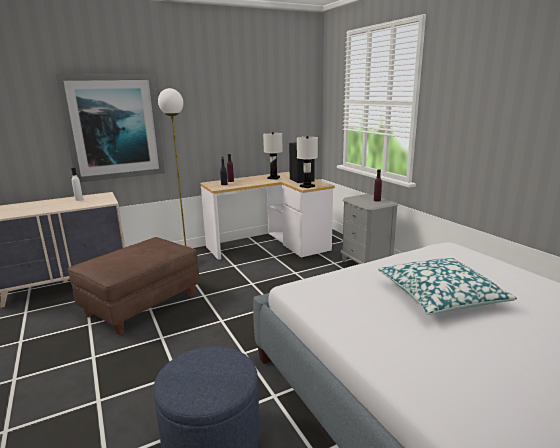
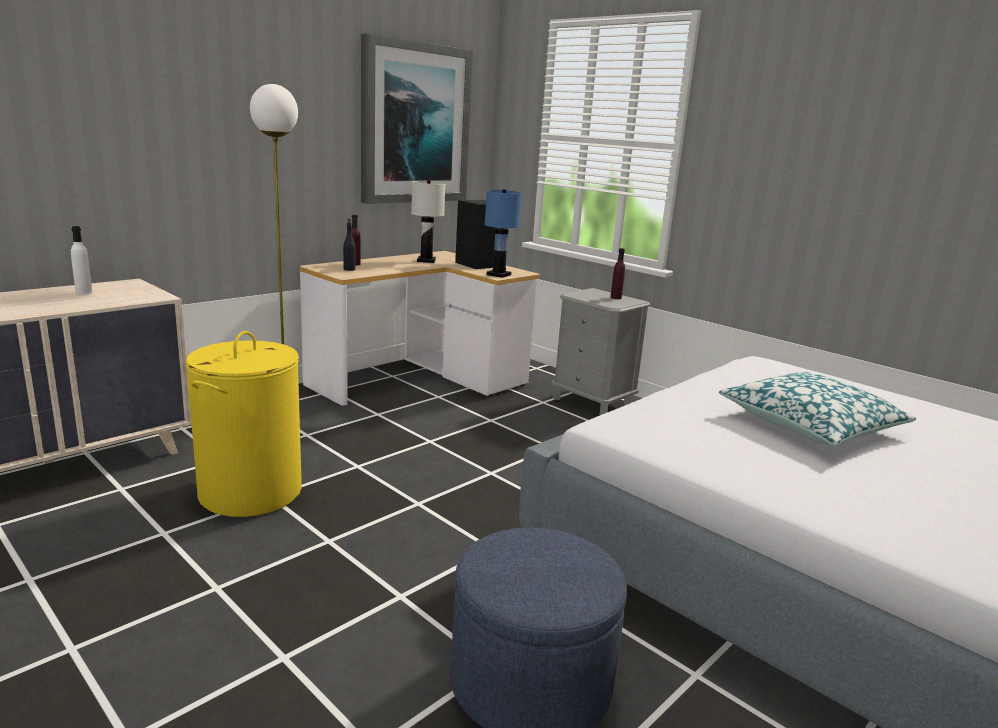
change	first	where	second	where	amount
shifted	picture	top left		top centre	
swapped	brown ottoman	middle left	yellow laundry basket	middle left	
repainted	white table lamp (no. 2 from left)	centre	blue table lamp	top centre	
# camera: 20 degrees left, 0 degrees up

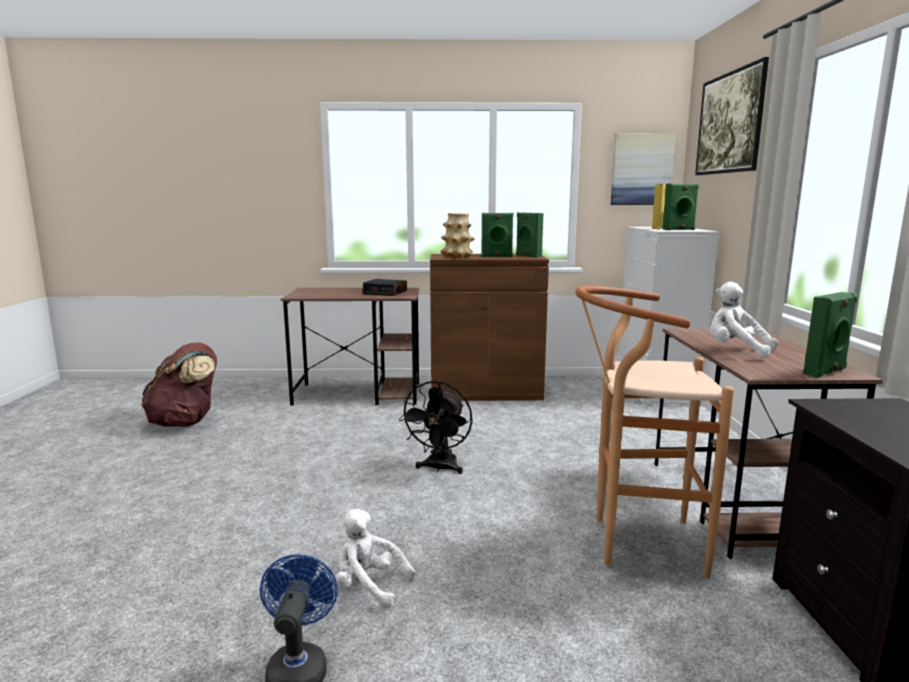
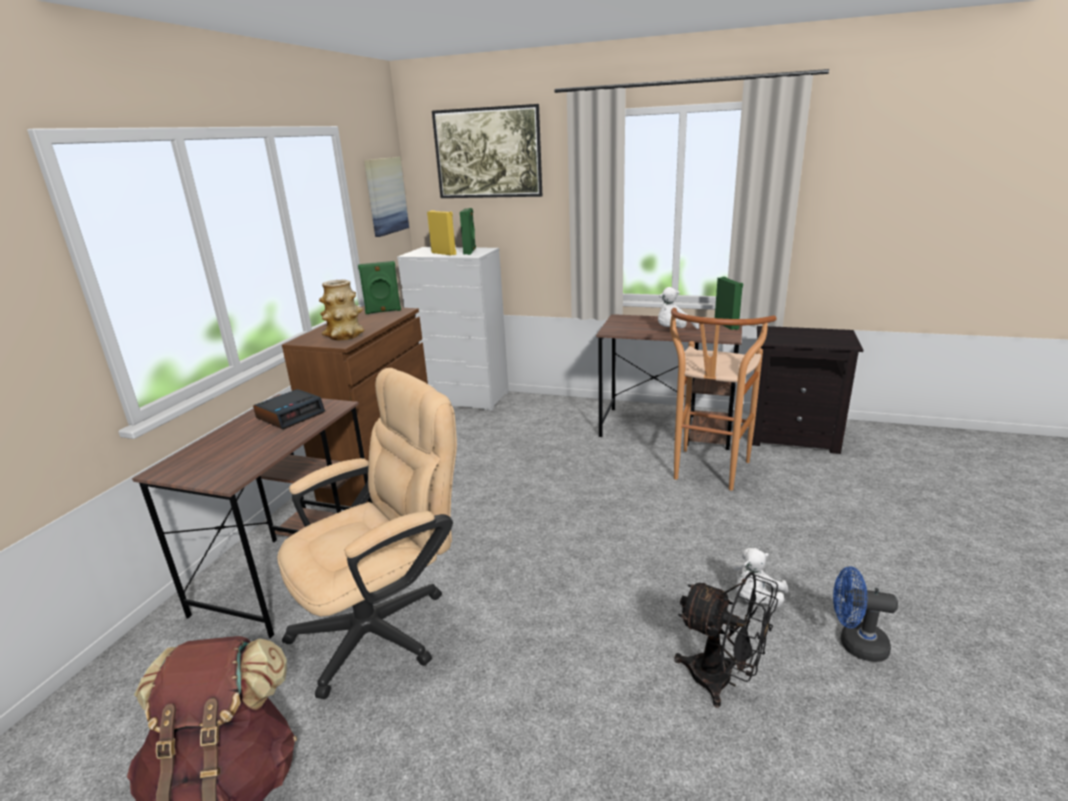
change	first	where	second	where	amount
shifted	black fan	centre		bottom right	
gone	green speaker (no. 1 from left)	centre			
new			beige office chair	centre	
# camera: 70 degrees left, 10 degrees up

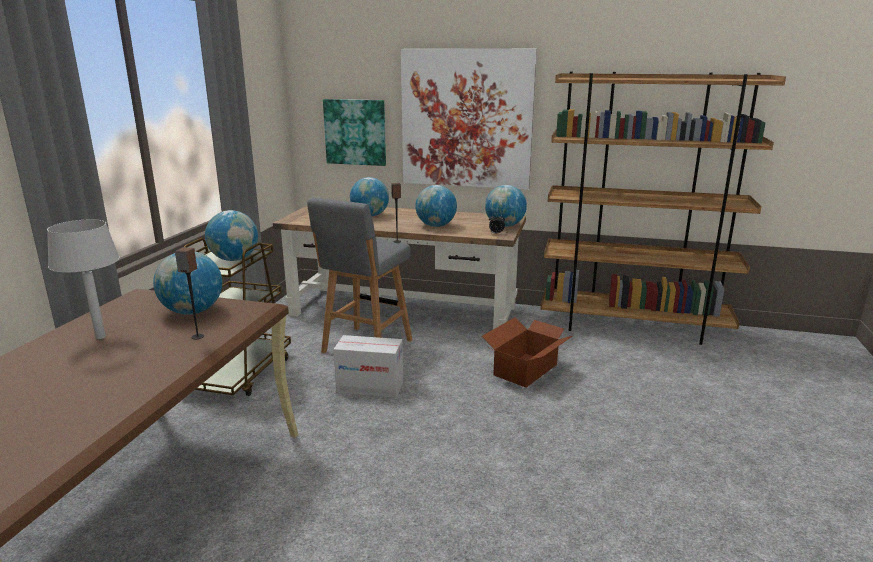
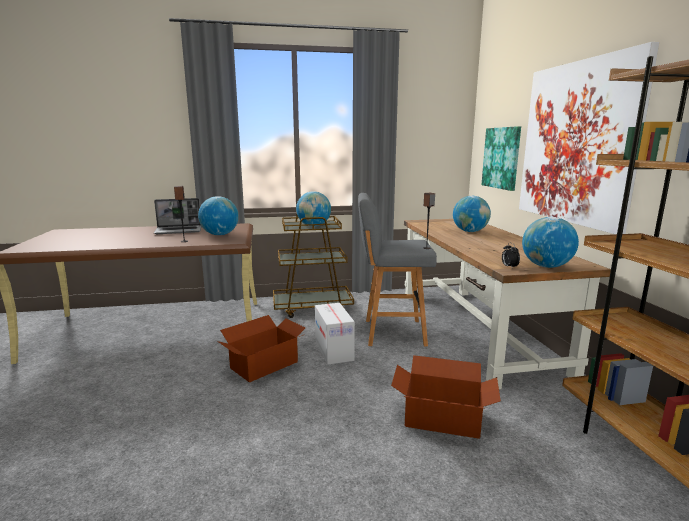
change	first	where	second	where	amount
swapped	grey table lamp	middle left	laptop	middle left	
gone	globe (no. 4 from left)	centre			
new			cardboard box (no. 1 from left)	bottom centre	
# camera: 65 degrees right, 5 degrees down

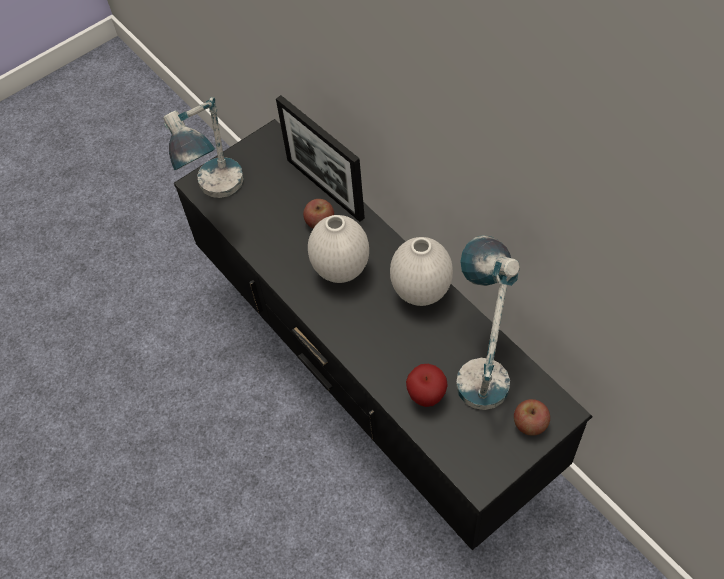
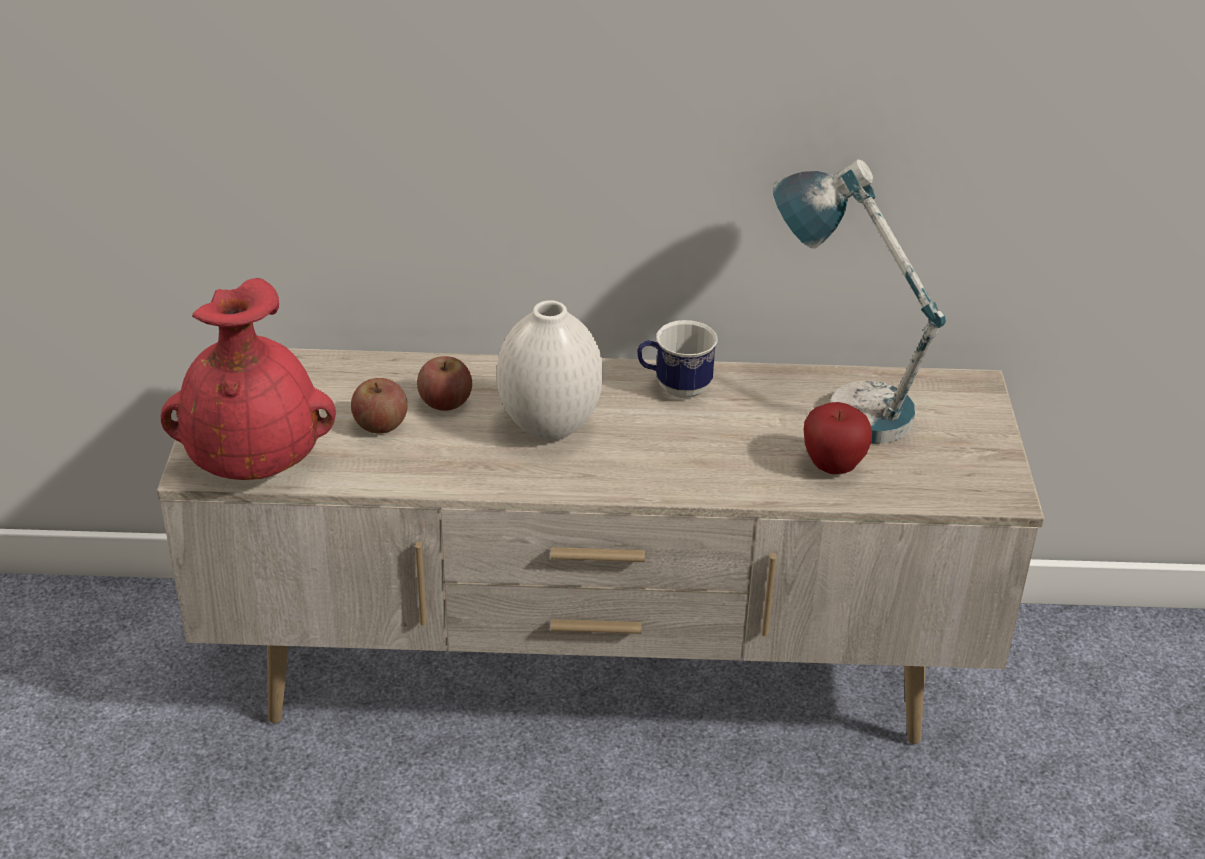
change	first	where	second	where	amount
swapped	table lamp (no. 1 from left)	top left	red vase	middle left	
repainted	black tv stand	centre	beige tv stand	centre	
gone	picture frame	top centre			
swapped	white vase (no. 2 from left)	centre	mug	centre	
shifted	apple (no. 3 from left in the first image)	bottom right	apple (no. 1 from left)	middle left	
# camera: 55 degrees left, 20 degrees down

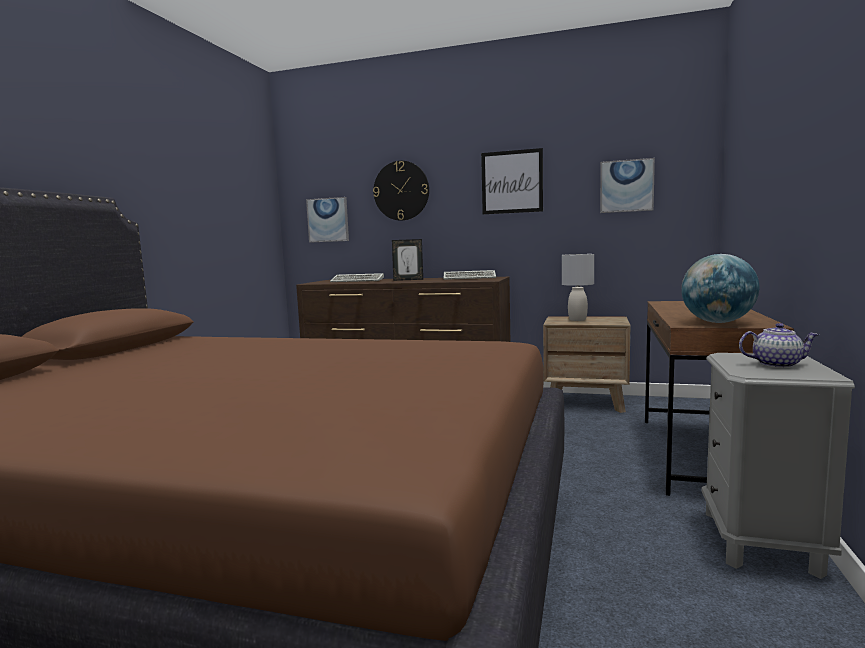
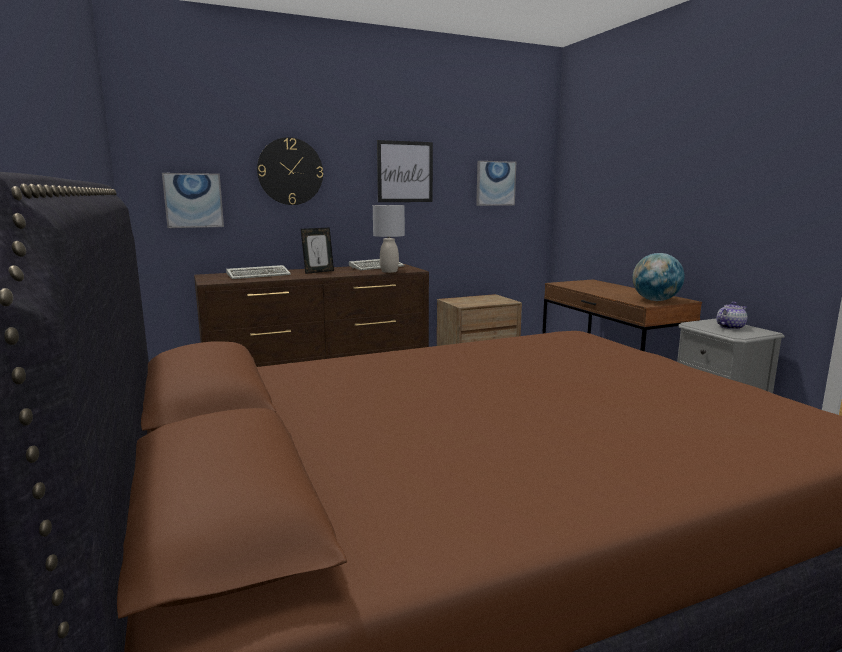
change	first	where	second	where	amount
shifted	grey table lamp	middle right		centre	
# camera: 40 degrees left, 5 degrees up

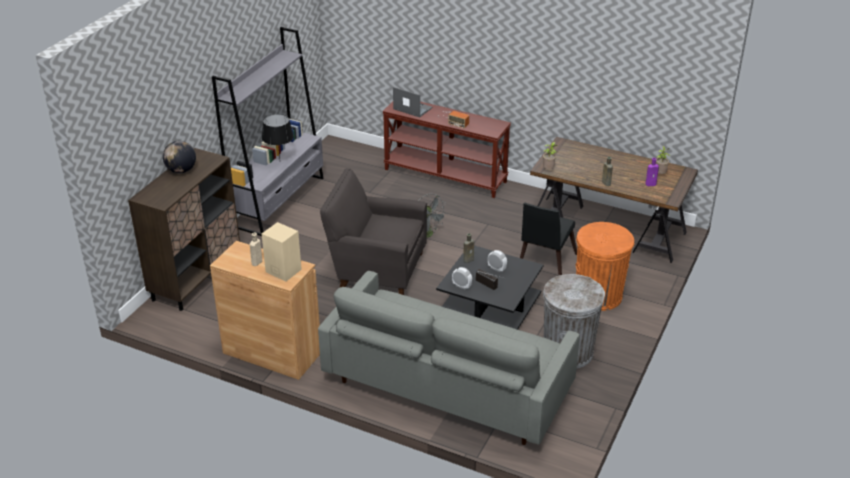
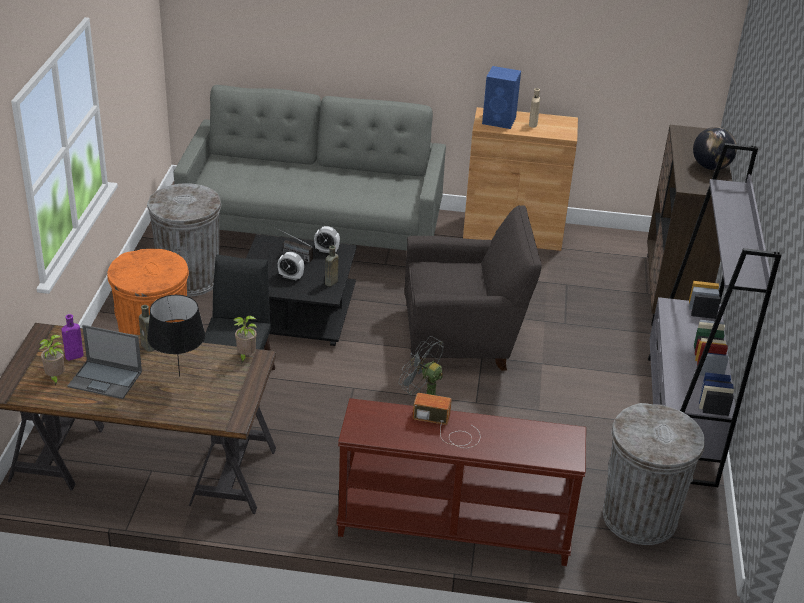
change	first	where	second	where	amount
repainted	beige speaker	middle left	blue speaker	top centre	
shifted	black table lamp	top left		middle left	
shifted	laptop	top centre		middle left	
new			grey trash can (no. 2 from left)	bottom right	
# camera: 160 degrees right, 0 degrees up

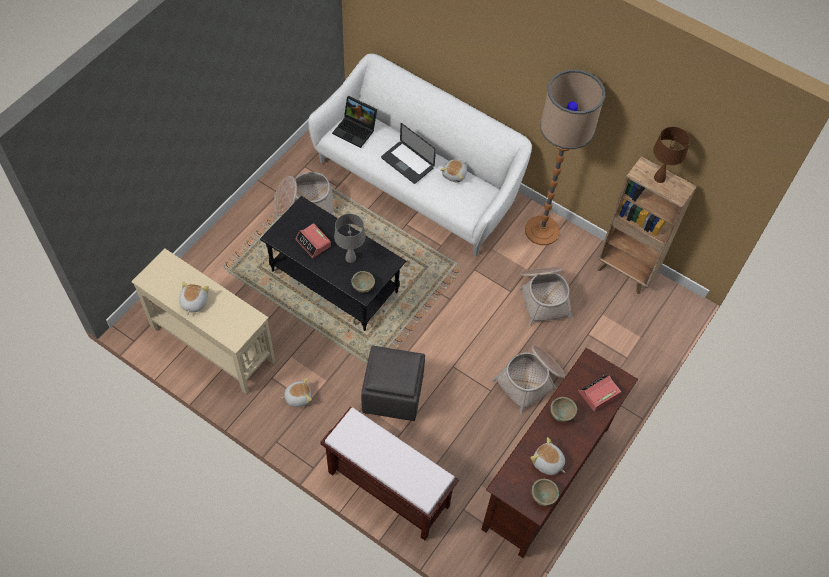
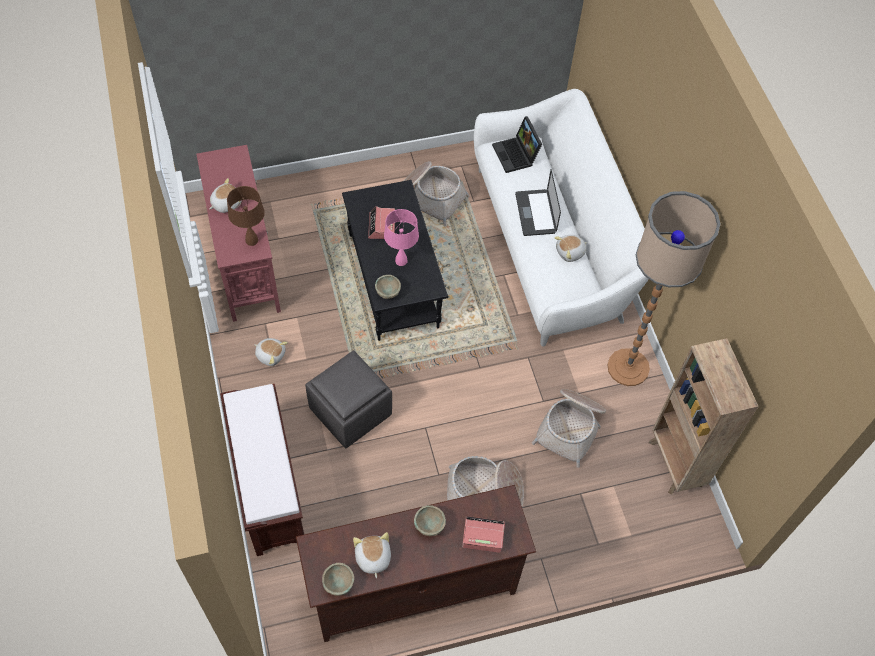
change	first	where	second	where	amount
repainted	beige console table	middle left	red console table	middle left	
repainted	grey table lamp	centre	pink table lamp	centre	
shifted	brown table lamp	top right		top left	
# camera: 40 degrees right, 0 degrees up

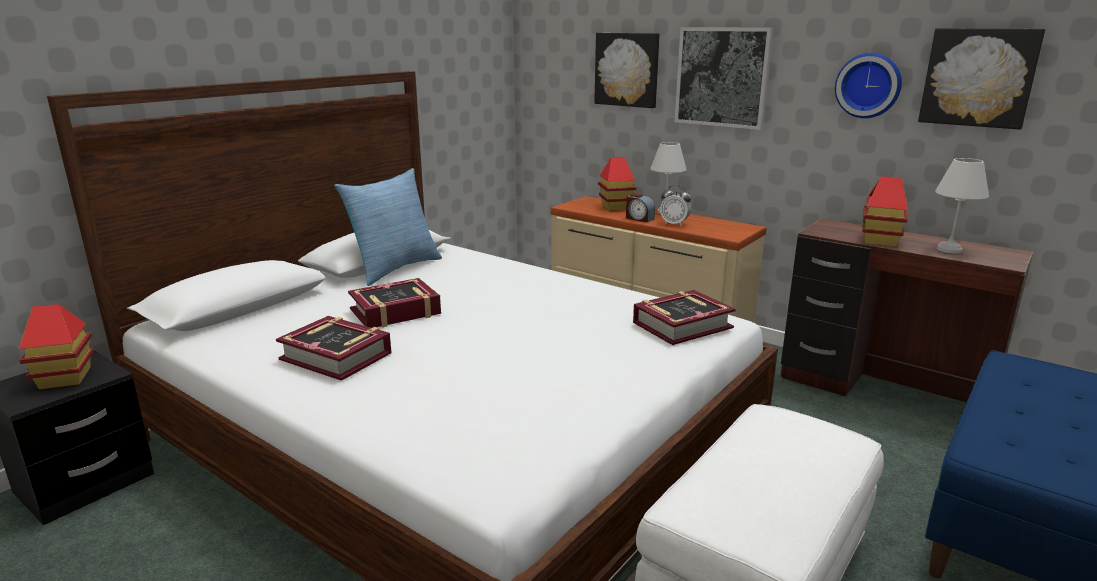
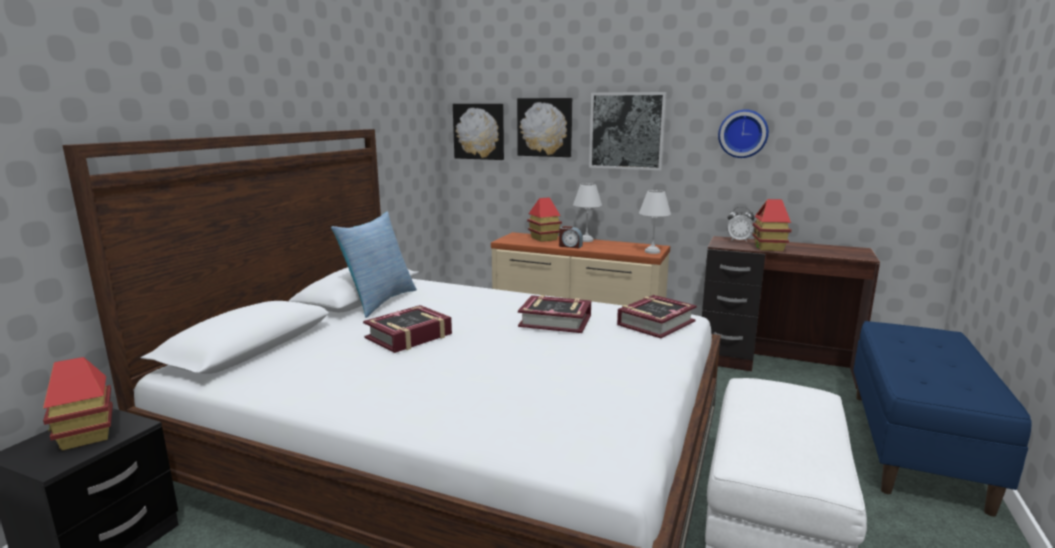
change	first	where	second	where	amount
shifted	book (no. 1 from left in the first image)	middle left	book (no. 2 from left)	centre	
shifted	alarm clock (no. 2 from left)	centre		middle right	
shifted	picture (no. 3 from left in the first image)	top right	picture (no. 1 from left)	top centre	
shifted	white table lamp (no. 2 from left)	middle right		centre	
# camera: 15 degrees left, 5 degrees down

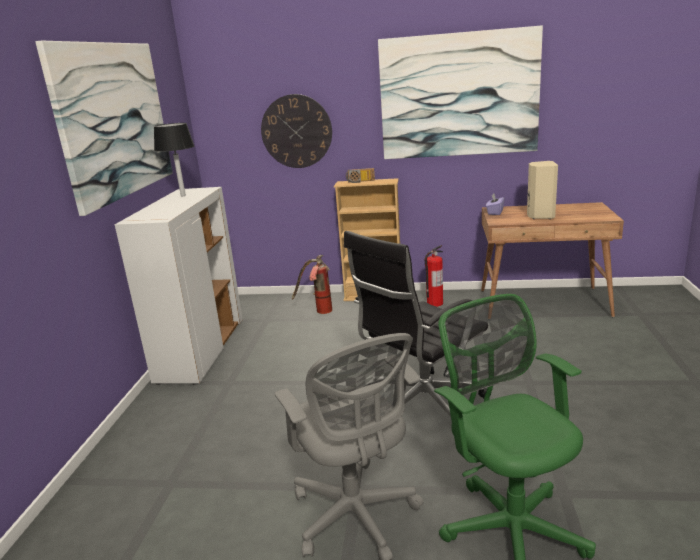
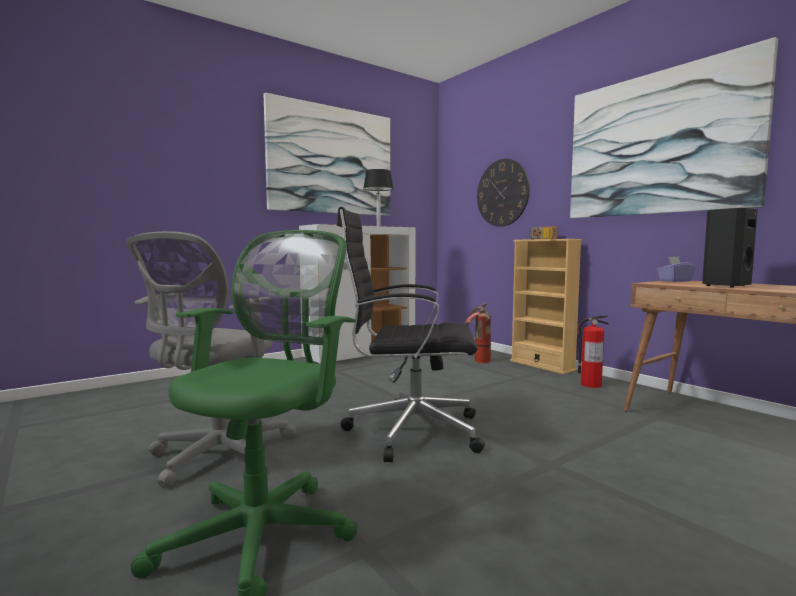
change	first	where	second	where	amount
repainted	beige speaker	middle right	black speaker	middle right	
# camera: 45 degrees right, 15 degrees down

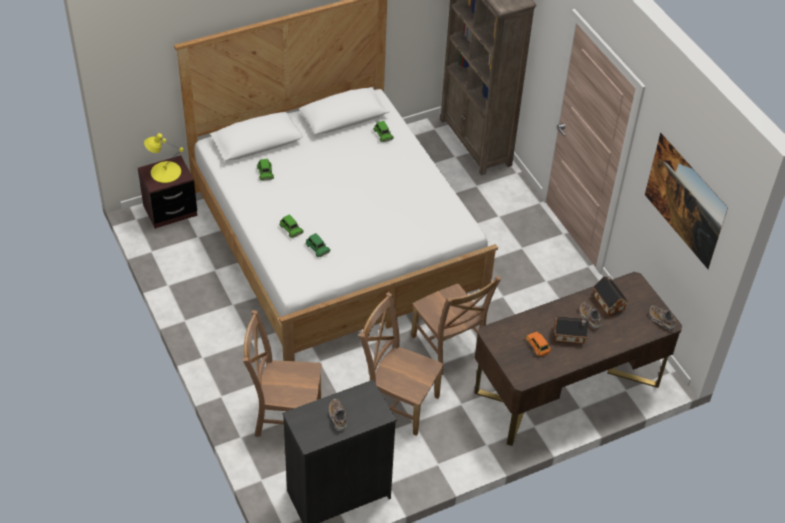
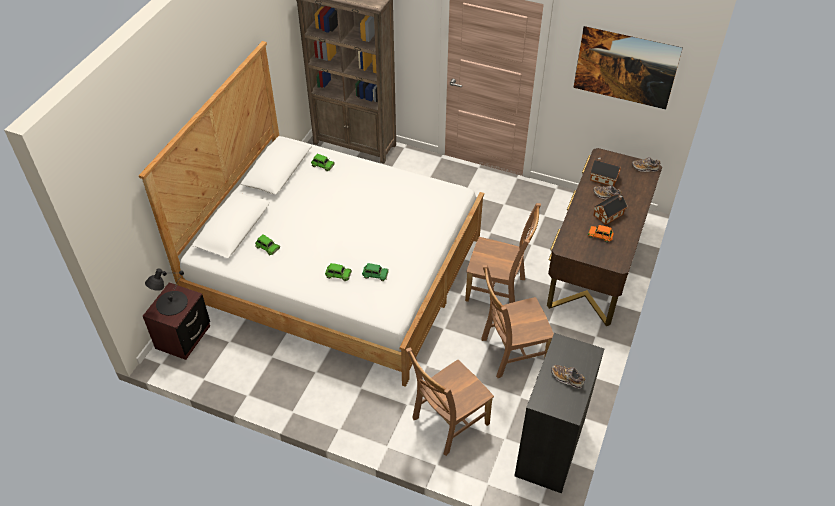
change	first	where	second	where	amount
repainted	yellow table lamp	top left	black table lamp	middle left	
# camera: 40 degrees left, 0 degrees up

